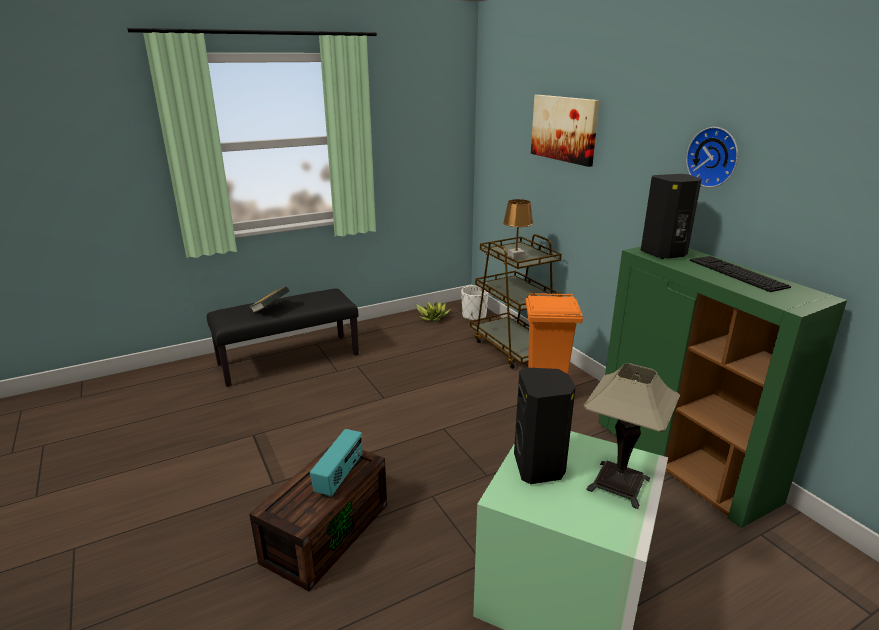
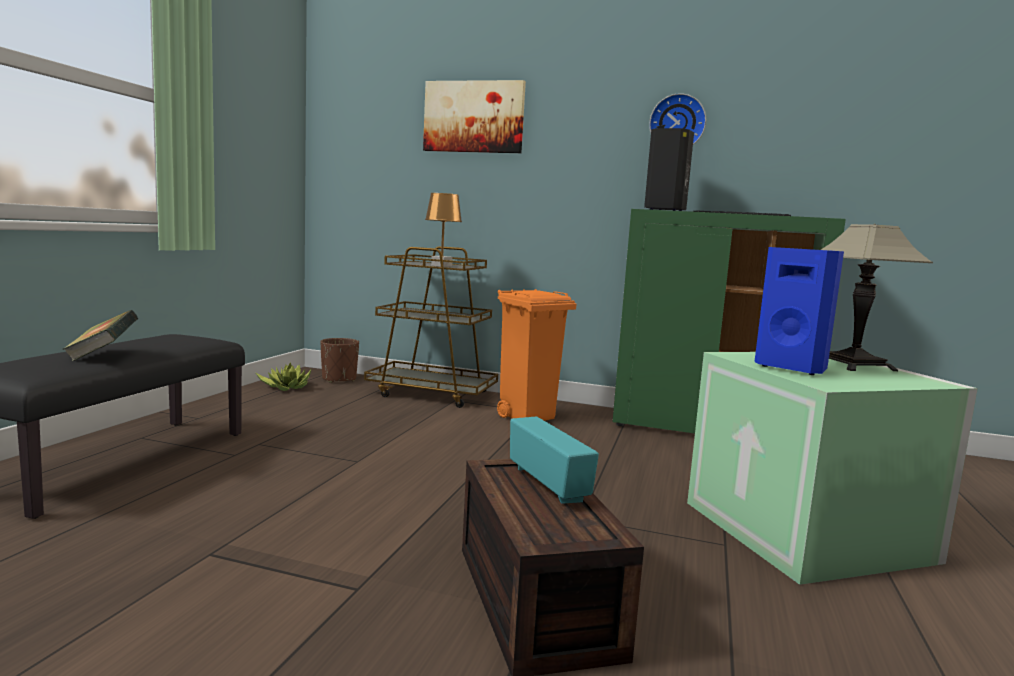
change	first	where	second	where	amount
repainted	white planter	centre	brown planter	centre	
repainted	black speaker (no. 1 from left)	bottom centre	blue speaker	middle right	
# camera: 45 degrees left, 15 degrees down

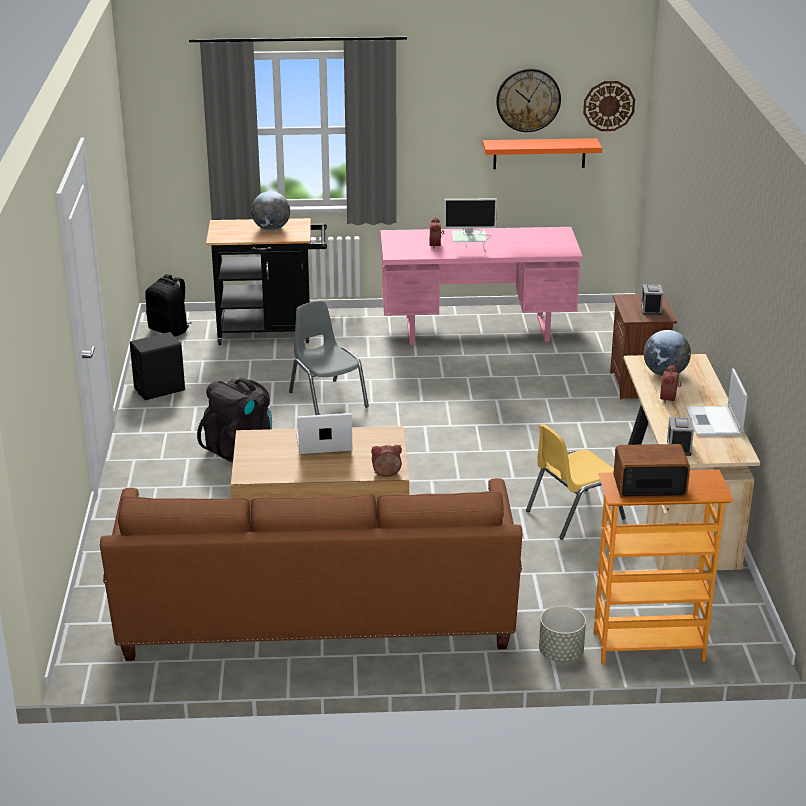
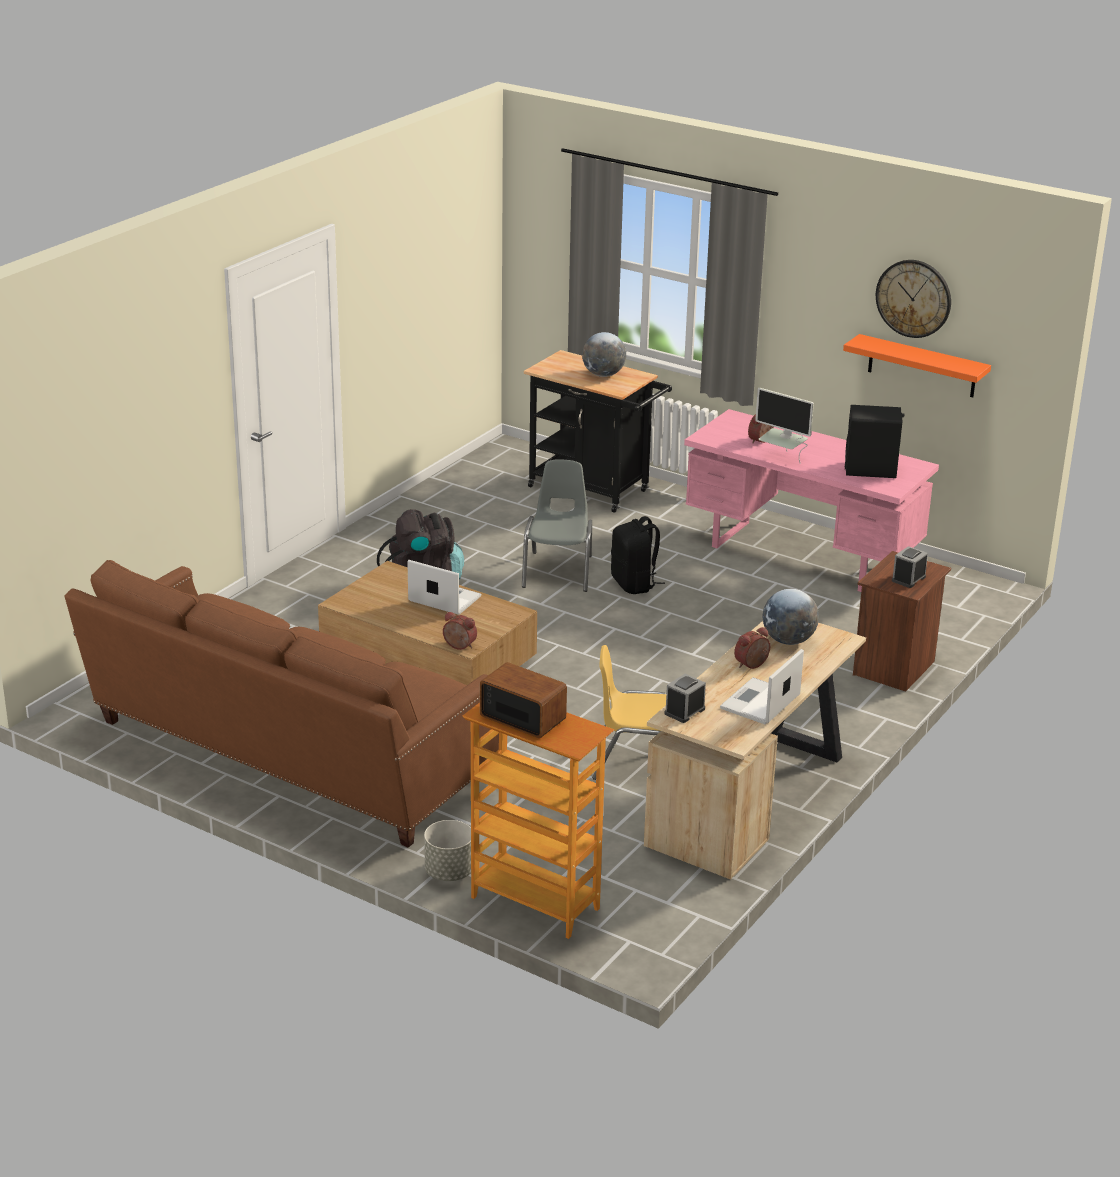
change	first	where	second	where	amount
shifted	black speaker	middle left		middle right	
shifted	black backpack (no. 1 from left in the first image)	middle left	black backpack (no. 2 from left)	centre	
gone	wall clock (no. 2 from left)	top right			
# camera: 35 degrees right, 0 degrees up

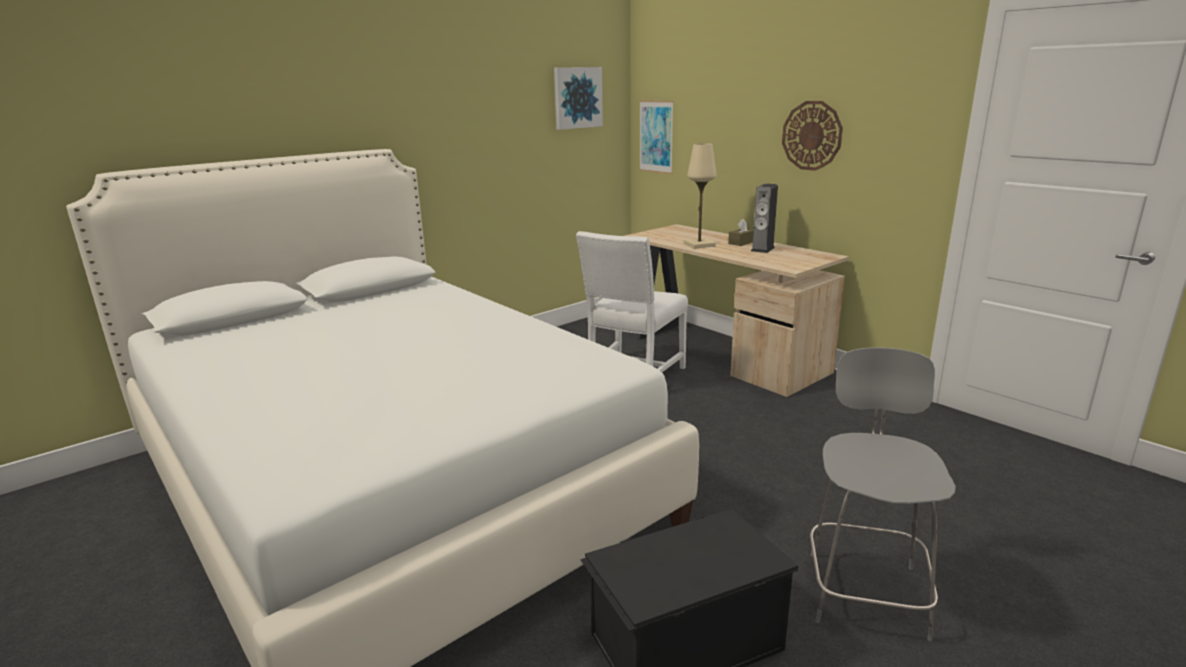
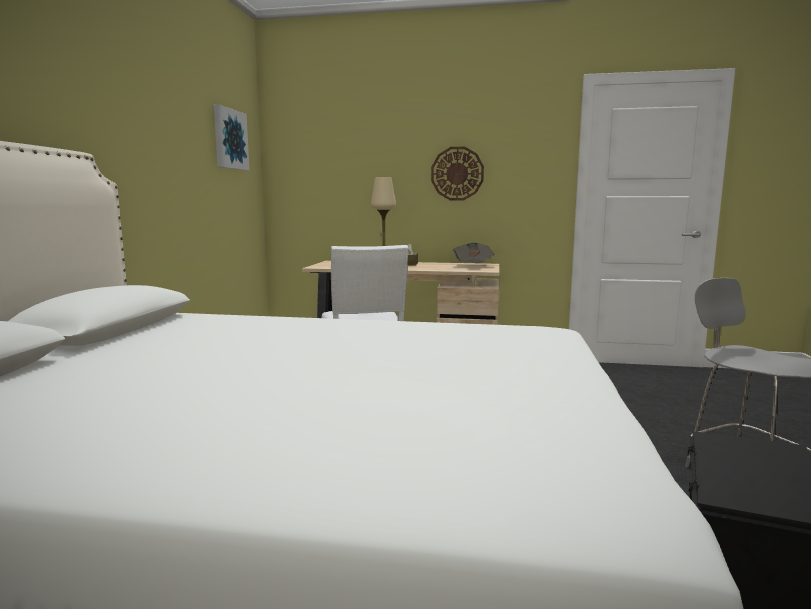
change	first	where	second	where	amount
gone	picture (no. 2 from left)	top centre			
gone	speaker	top centre			
new			newspaper	centre	
# camera: 40 degrees left, 10 degrees down

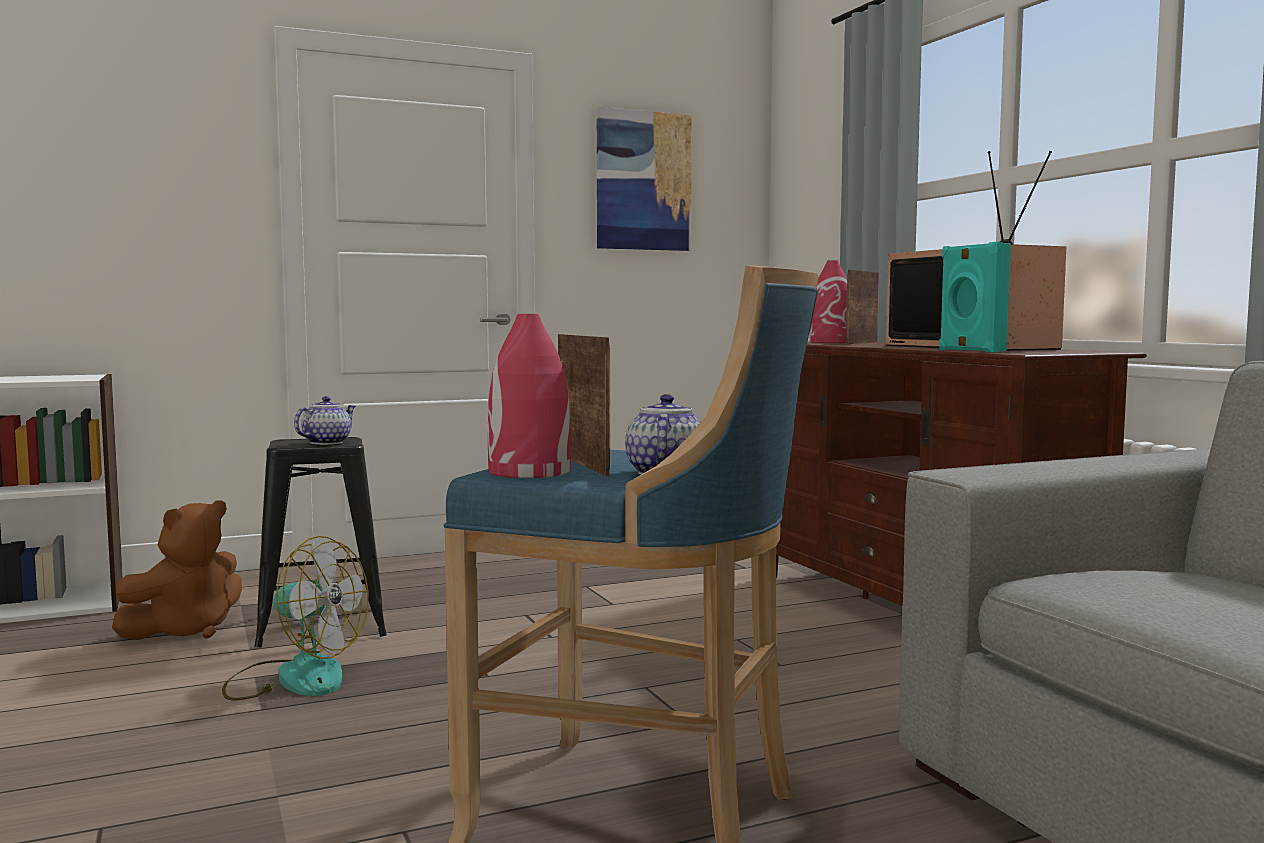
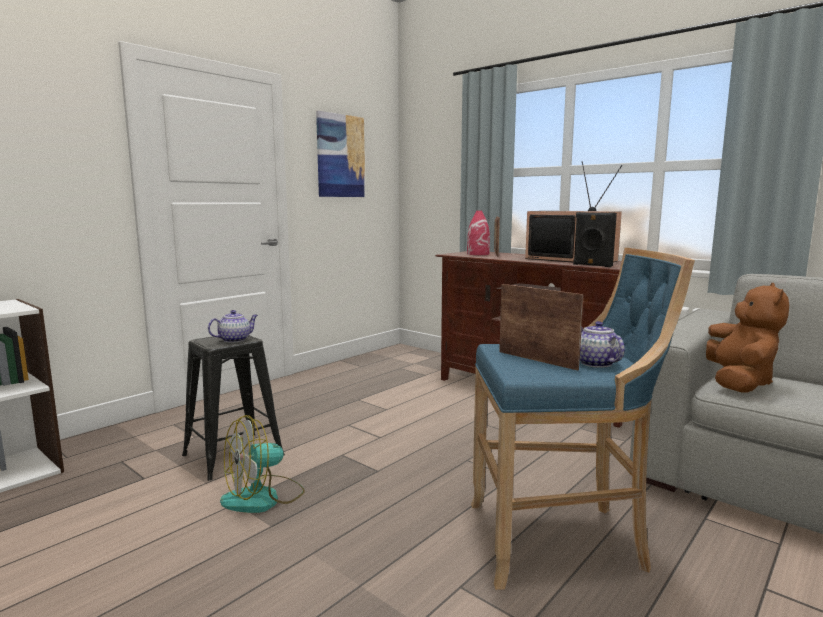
change	first	where	second	where	amount
shifted	brown plush toy	bottom left		middle right	
rotated	fan	bottom left		bottom left	150 degrees clockwise
rotated	teapot (no. 1 from left)	middle left		middle left	45 degrees clockwise
gone	red vase (no. 1 from left)	centre			
repainted	turquoise speaker	middle right	black speaker	middle right	
# camera: 25 degrees left, 5 degrees up

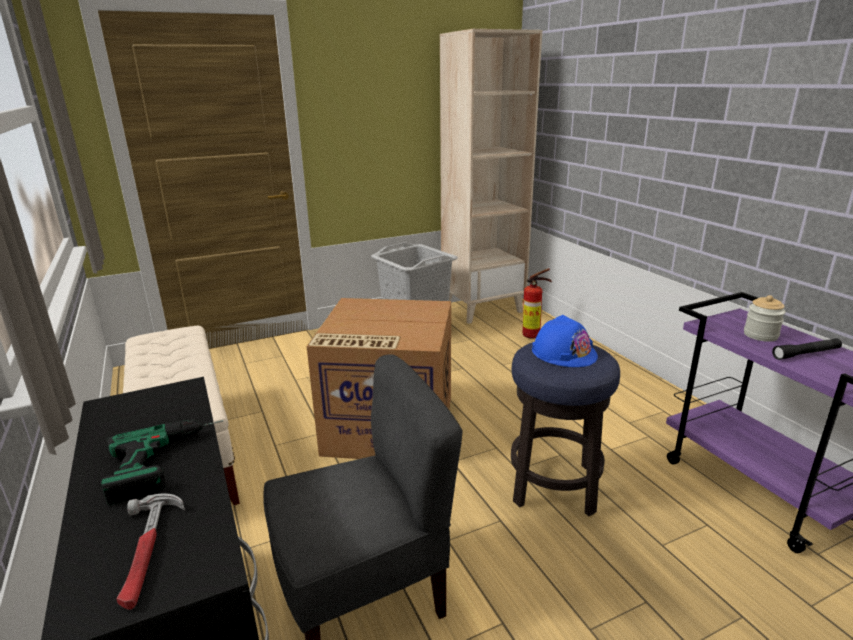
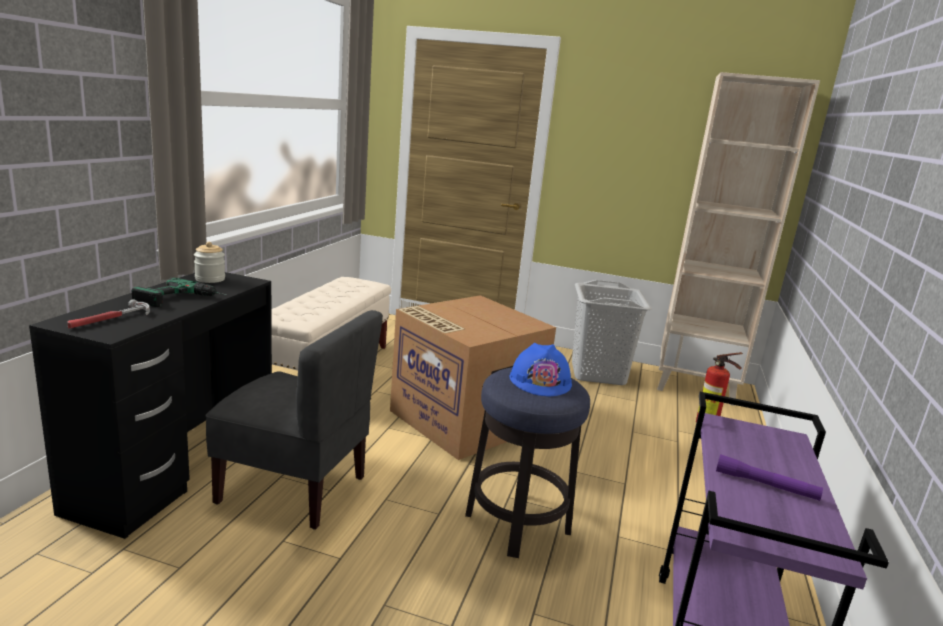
change	first	where	second	where	amount
shifted	jar	middle right		middle left	
repainted	black flashlight	middle right	purple flashlight	bottom right	
# camera: 40 degrees right, 5 degrees down

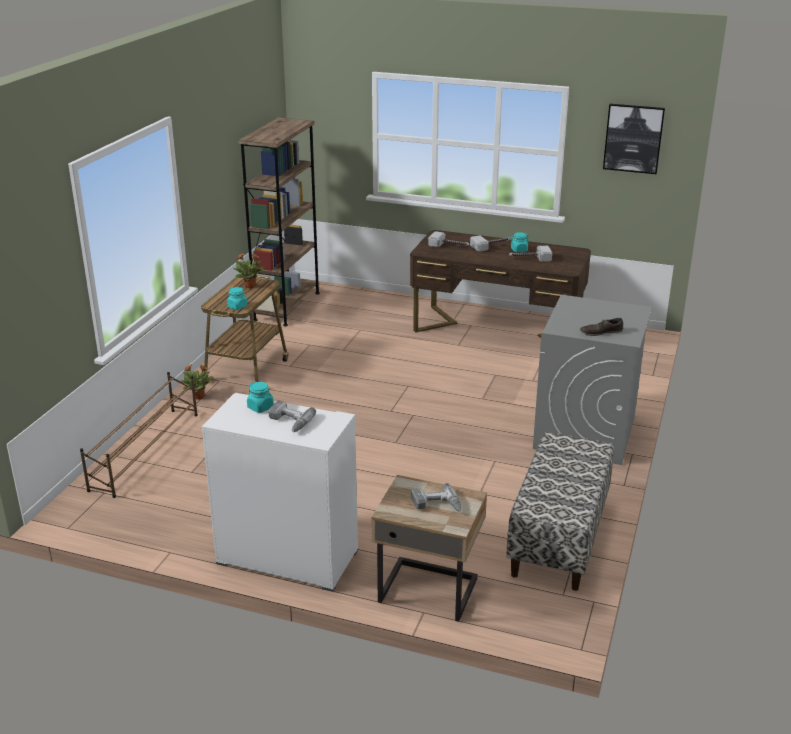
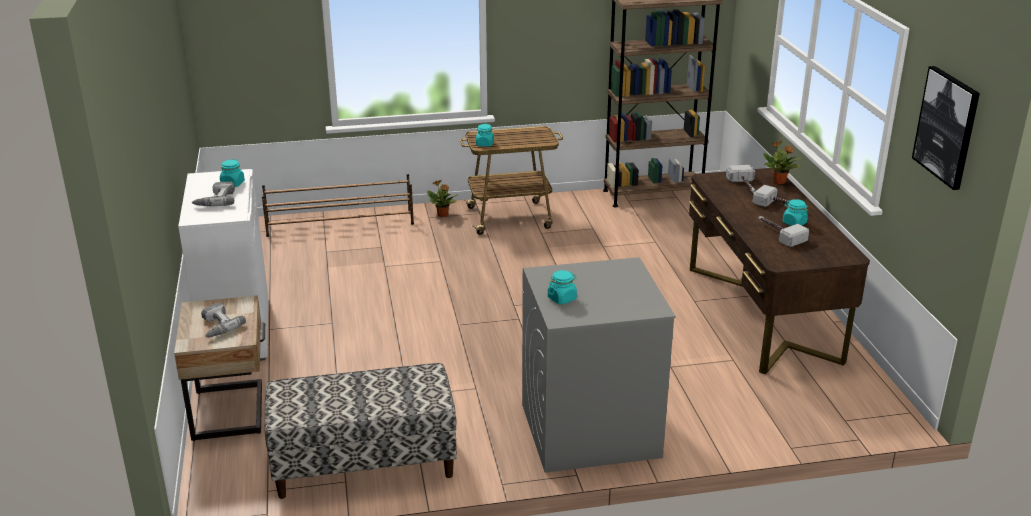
change	first	where	second	where	amount
shifted	potted plant (no. 2 from left)	middle left		top right	
swapped	brown shoe	middle right	turquoise jar (no. 3 from left)	centre	
# camera: 60 degrees right, 0 degrees up

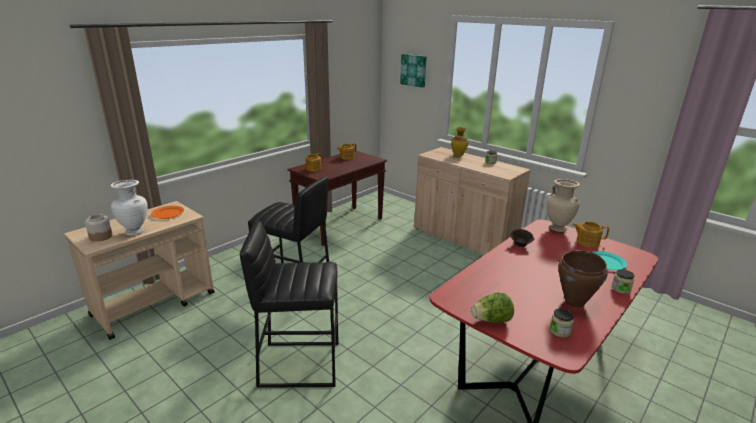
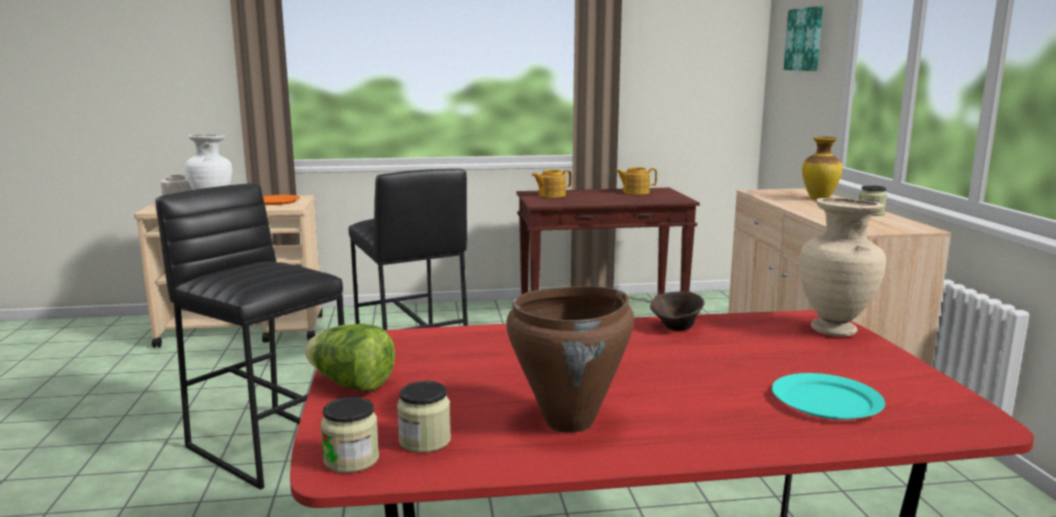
change	first	where	second	where	amount
gone	teapot (no. 3 from left)	middle right			
shifted	jar (no. 4 from left in the first image)	middle right	jar (no. 2 from left)	bottom left	
# camera: 40 degrees right, 10 degrees down

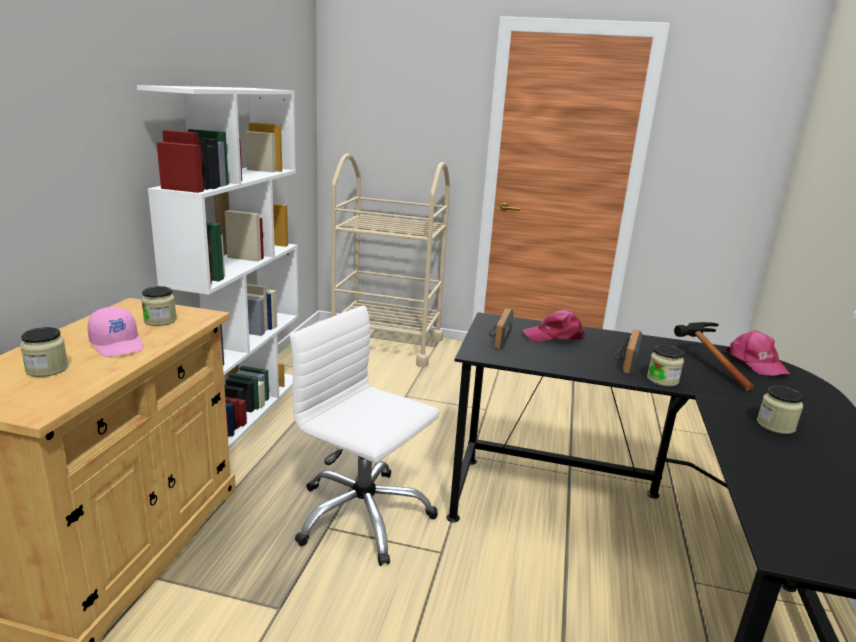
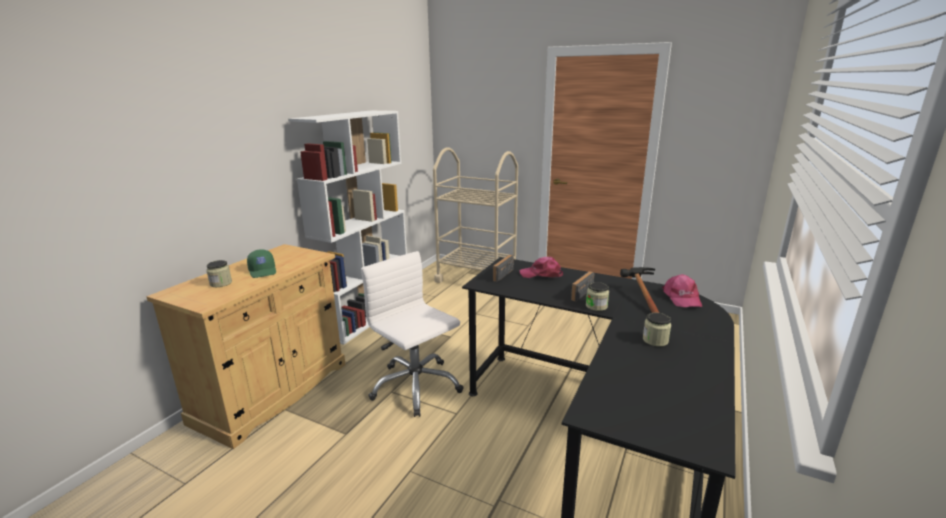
change	first	where	second	where	amount
repainted	pink cap (no. 1 from left)	middle left	green cap	middle left	
gone	jar (no. 2 from left)	middle left			
# camera: 15 degrees right, 0 degrees up

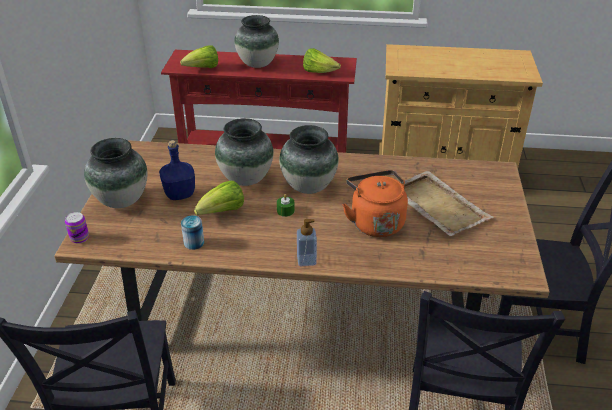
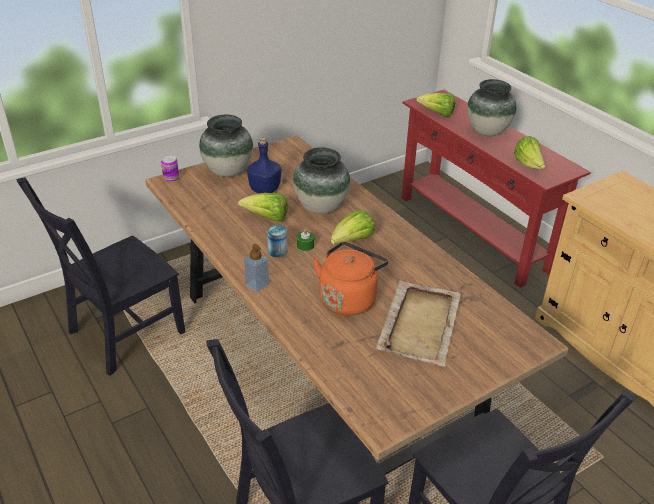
change	first	where	second	where	amount
shifted	can (no. 2 from left)	middle left		centre	
swapped	vase (no. 4 from left)	centre	lettuce (no. 2 from left)	centre	
# camera: 50 degrees right, 0 degrees up

